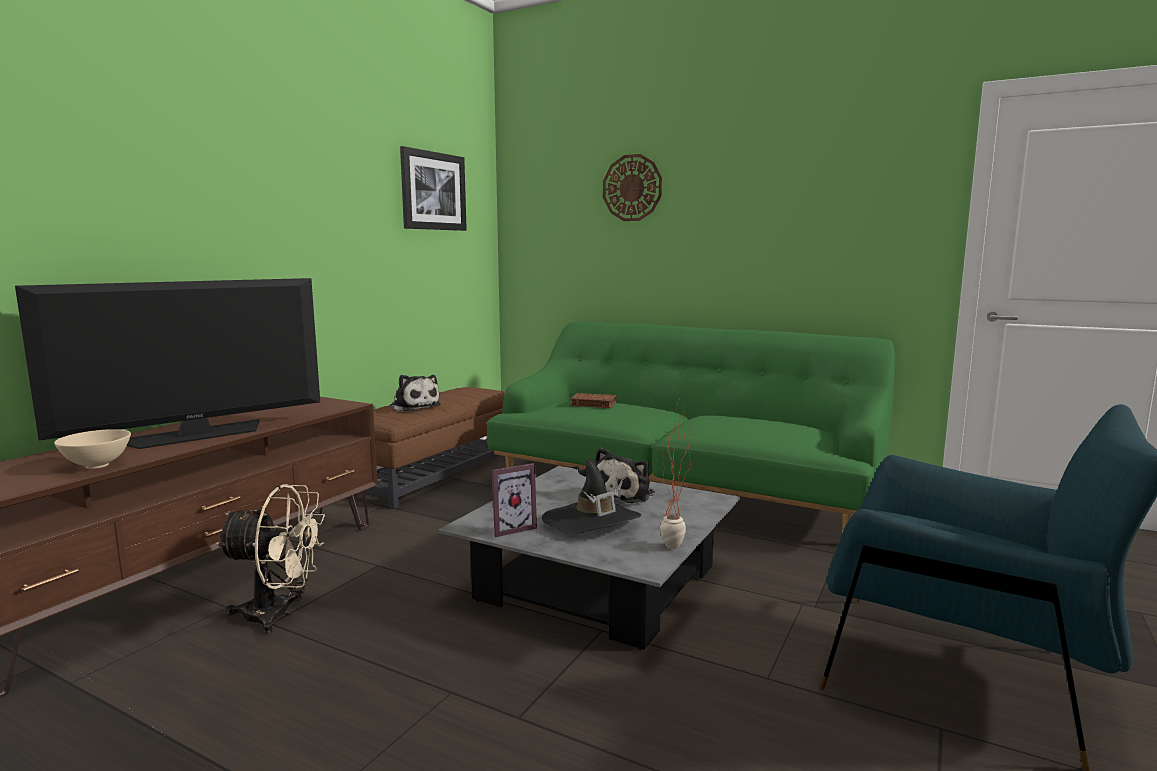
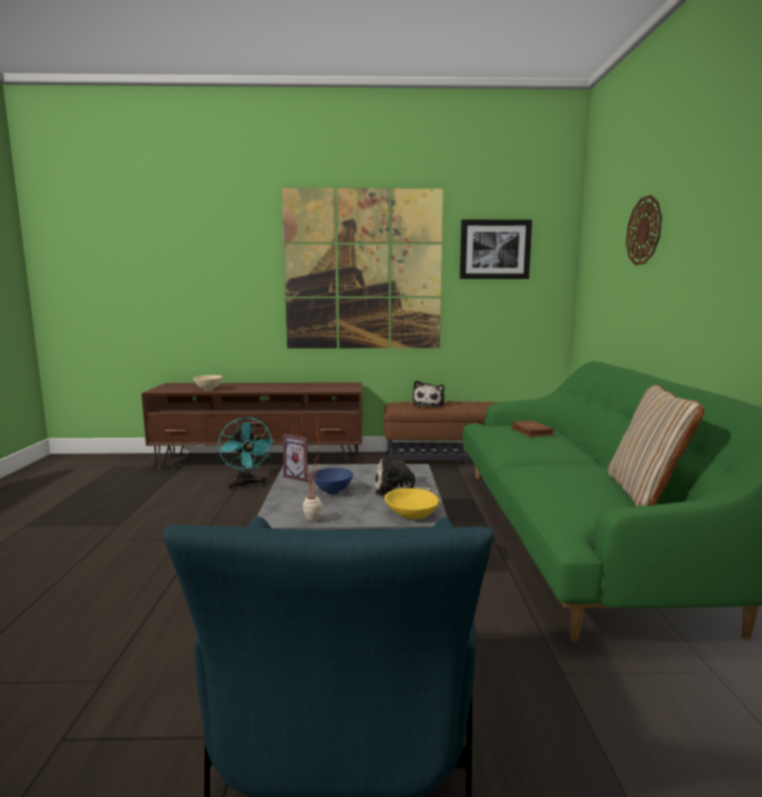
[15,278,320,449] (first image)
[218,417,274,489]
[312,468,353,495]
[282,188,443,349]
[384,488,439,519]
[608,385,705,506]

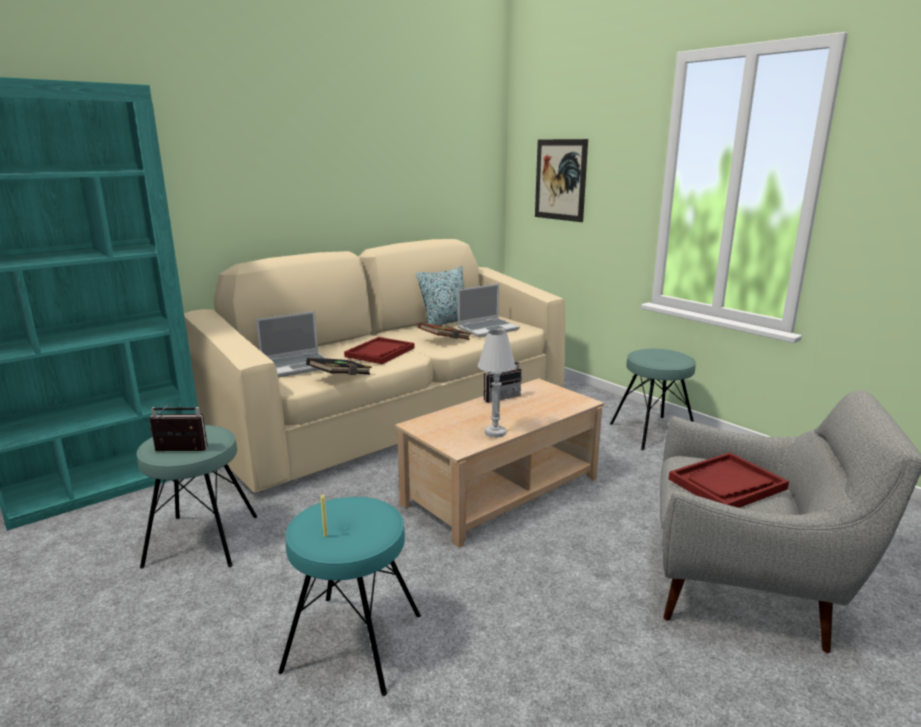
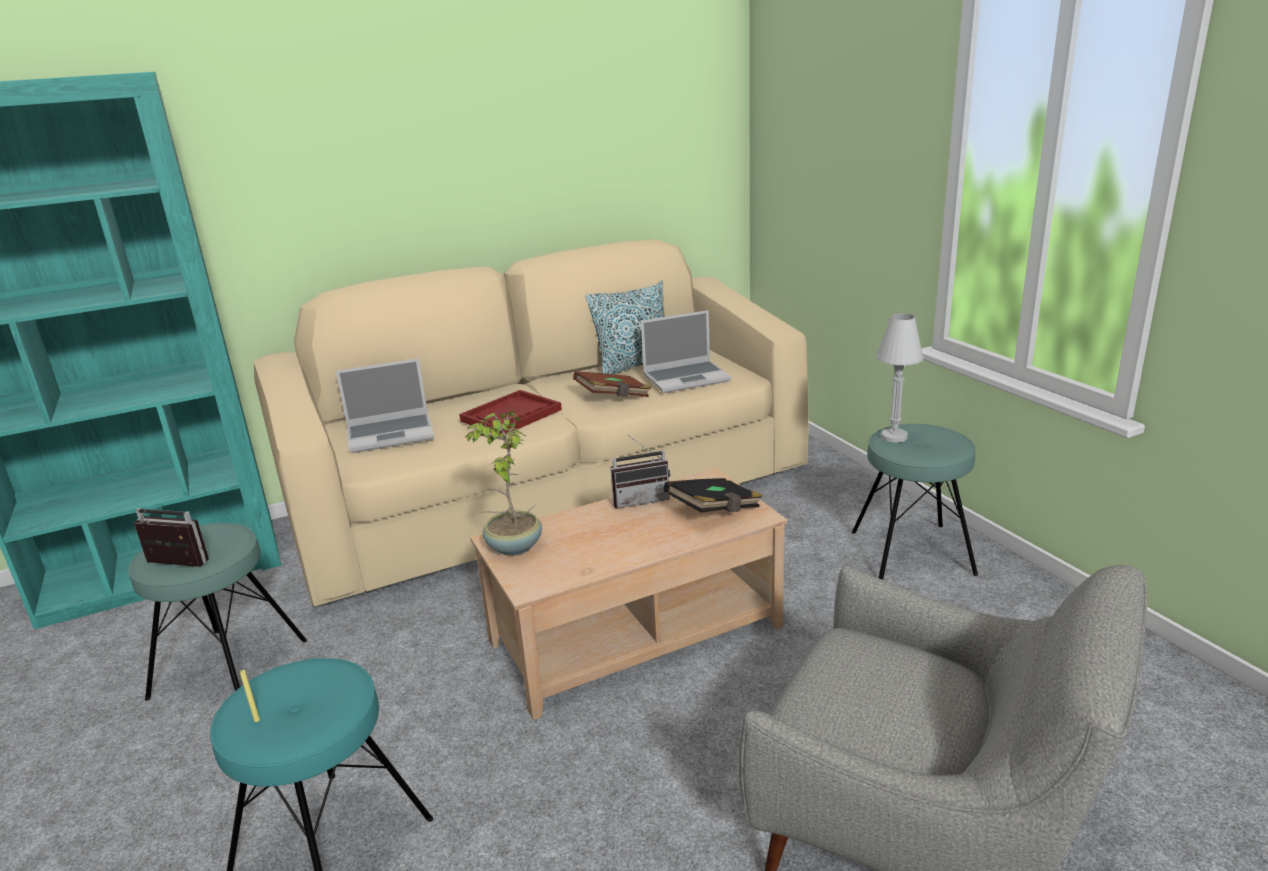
[664,478,763,513]
[876,313,924,443]
[535,139,588,222] (first image)
[669,453,789,508] (first image)
[465,411,542,556]

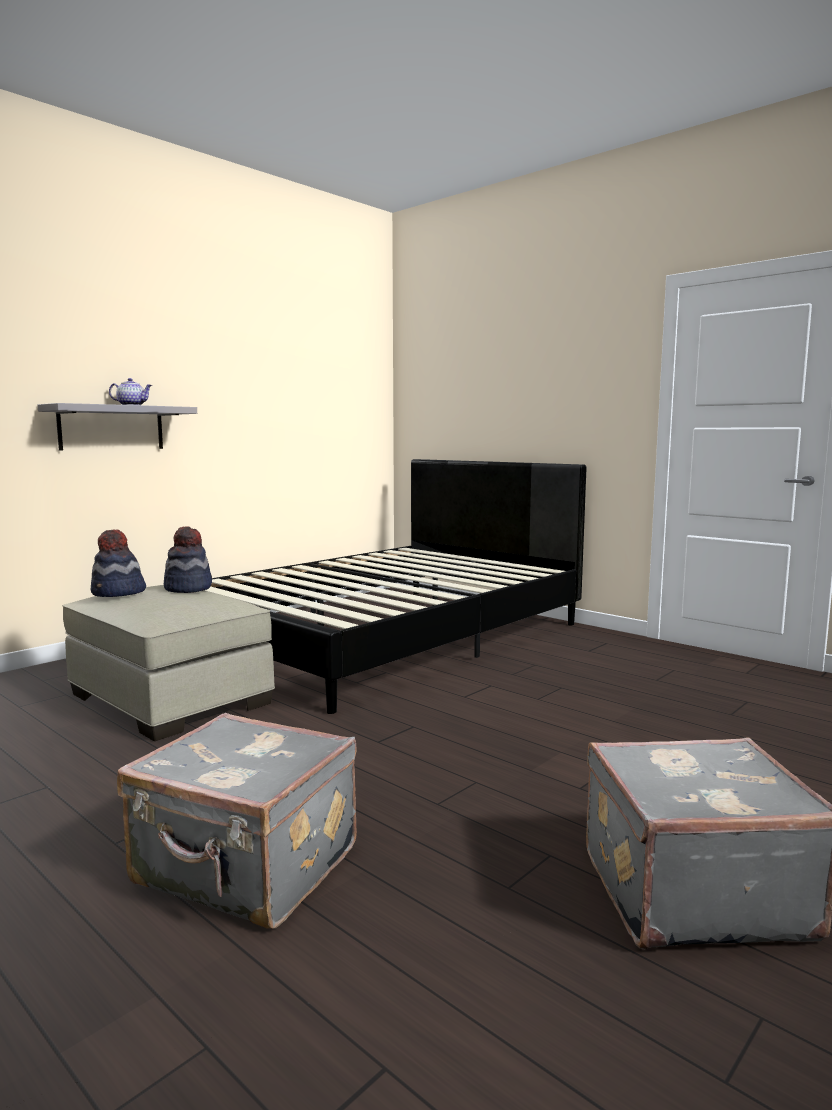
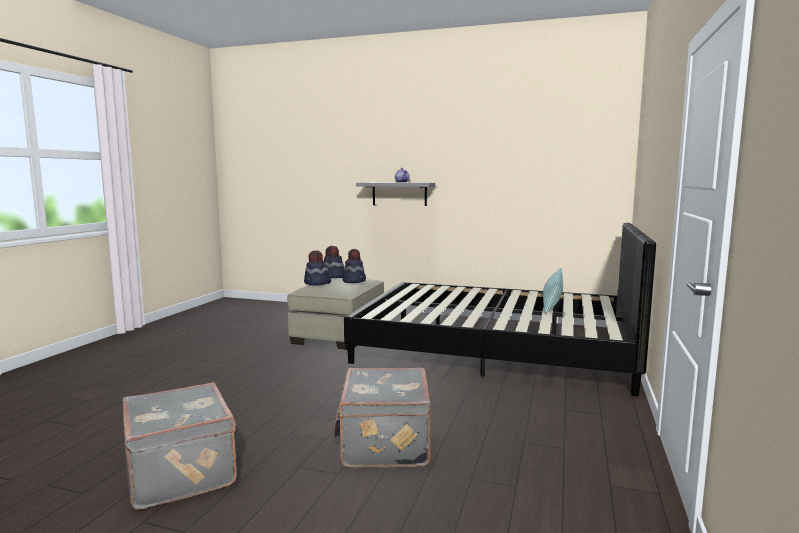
[334,368,431,468]
[304,250,331,285]
[543,268,563,314]

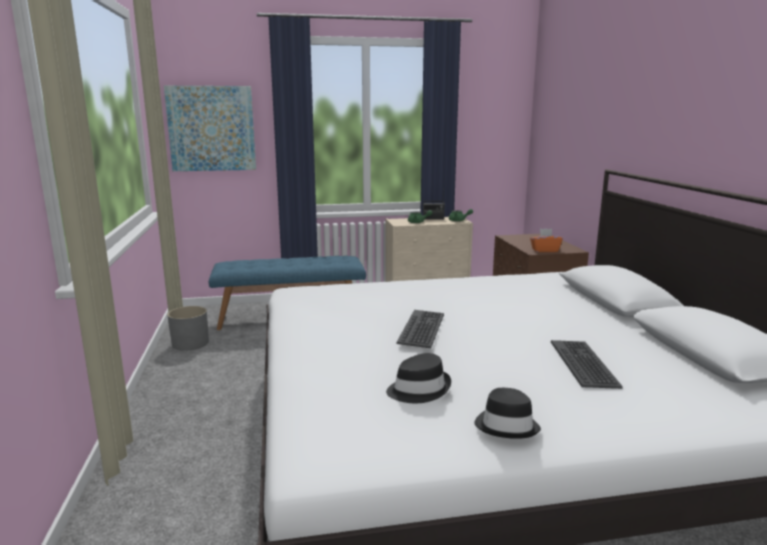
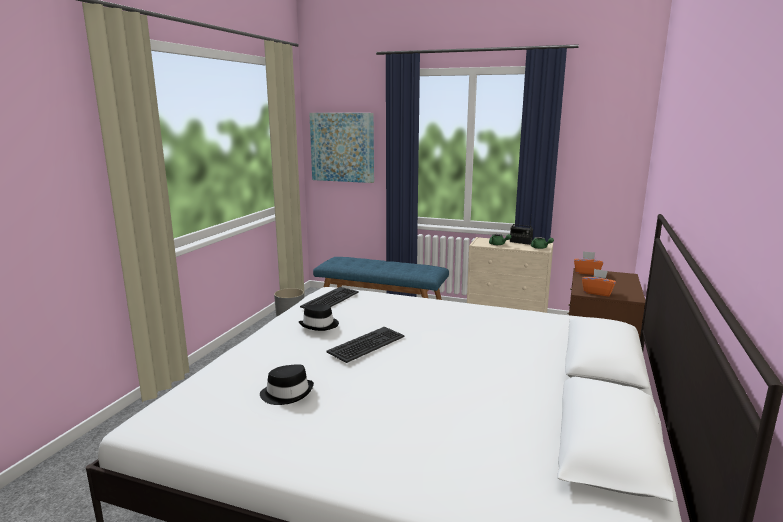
[299,304,339,331]
[300,287,359,308]
[574,251,603,275]

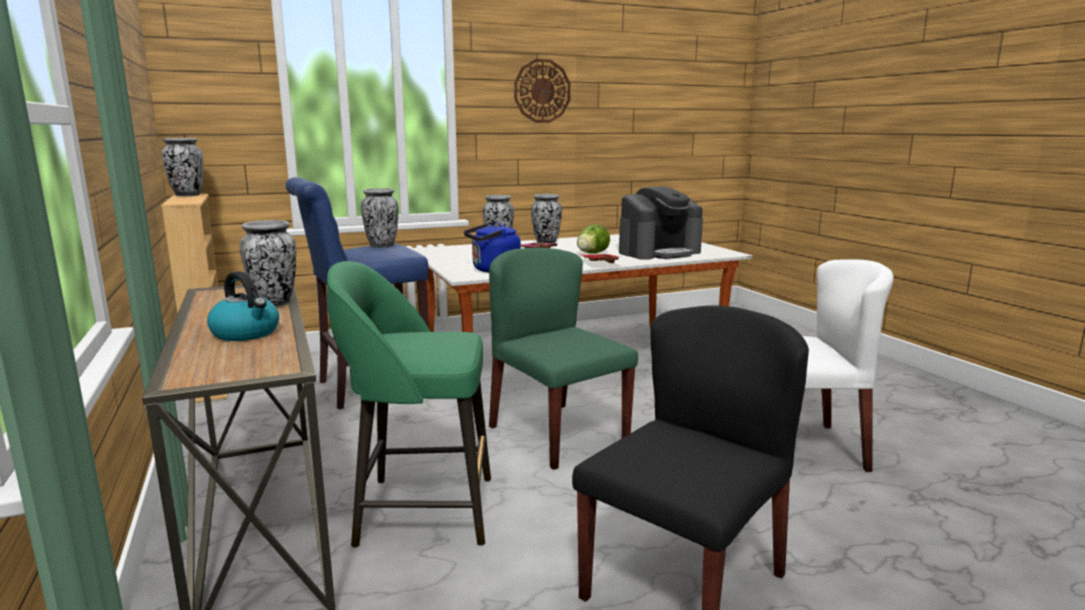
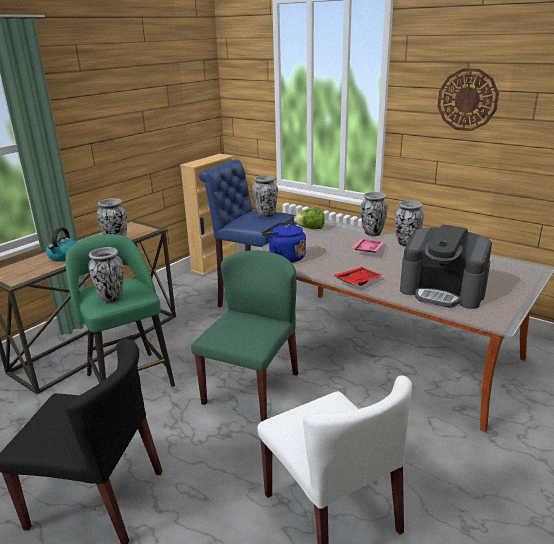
[88,247,123,303]
[294,207,325,229]

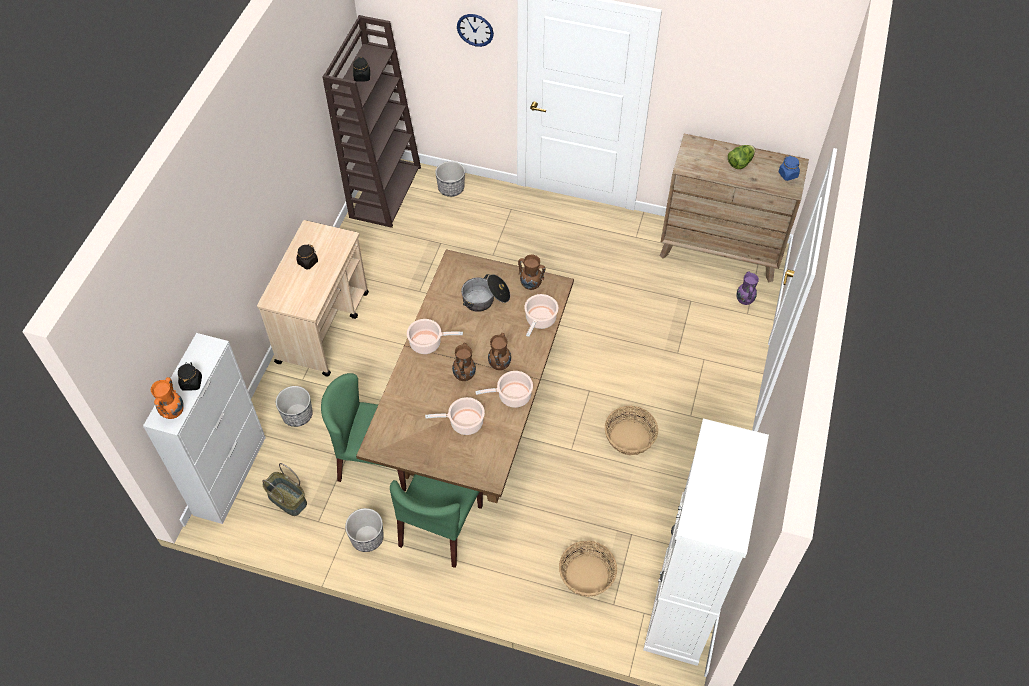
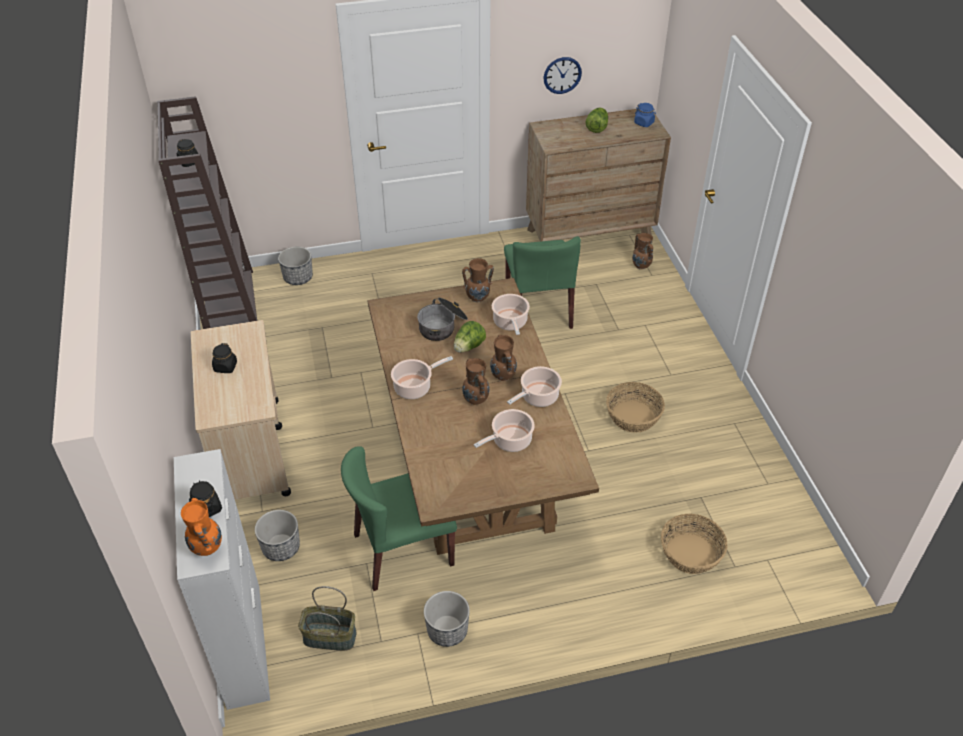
[504,236,581,329]
[543,57,582,94]
[643,418,769,666] (first image)
[632,233,653,270]
[454,321,486,353]

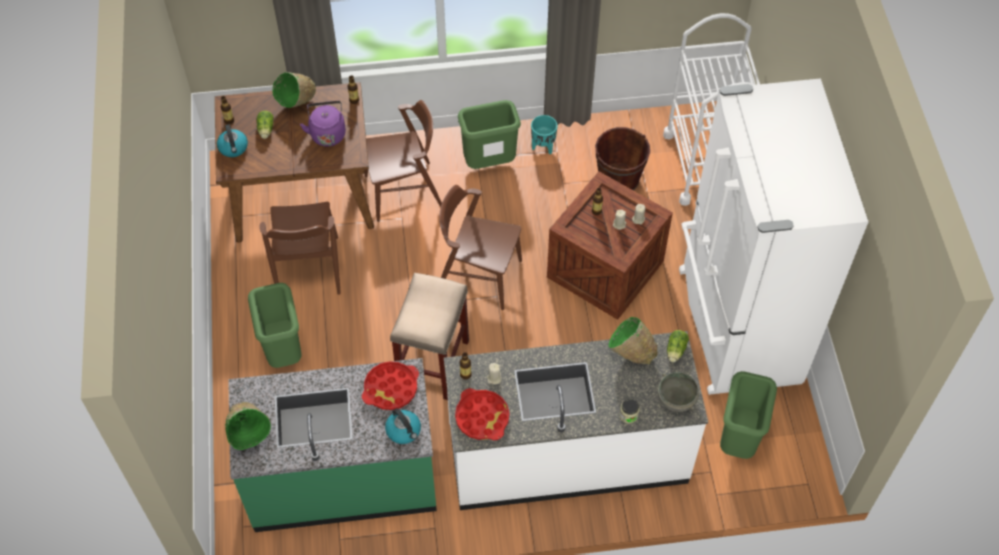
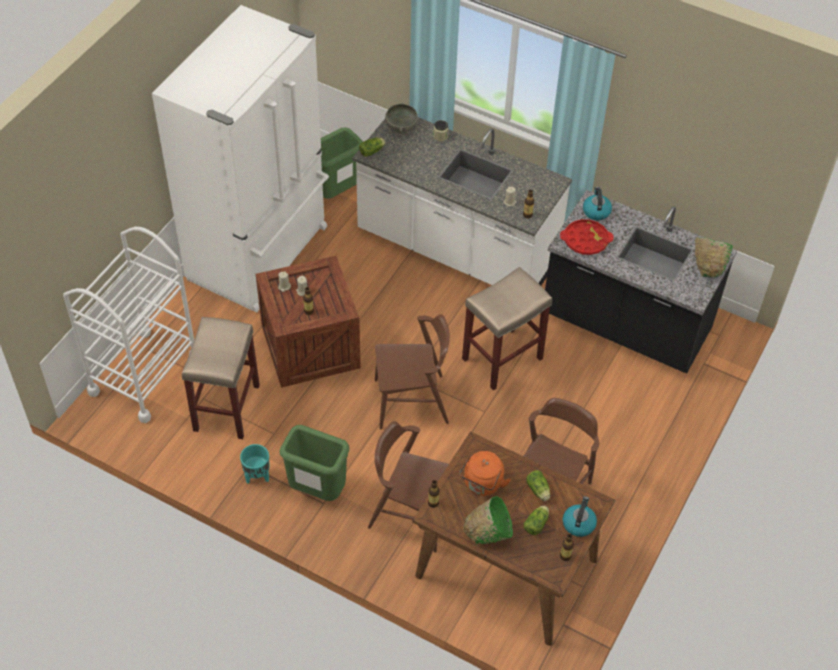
[545,190,737,373]
[248,283,301,368] (first image)
[459,451,511,496]
[375,314,450,429]
[455,388,509,440] (first image)
[182,317,260,439]
[608,317,658,364] (first image)
[526,470,550,501]

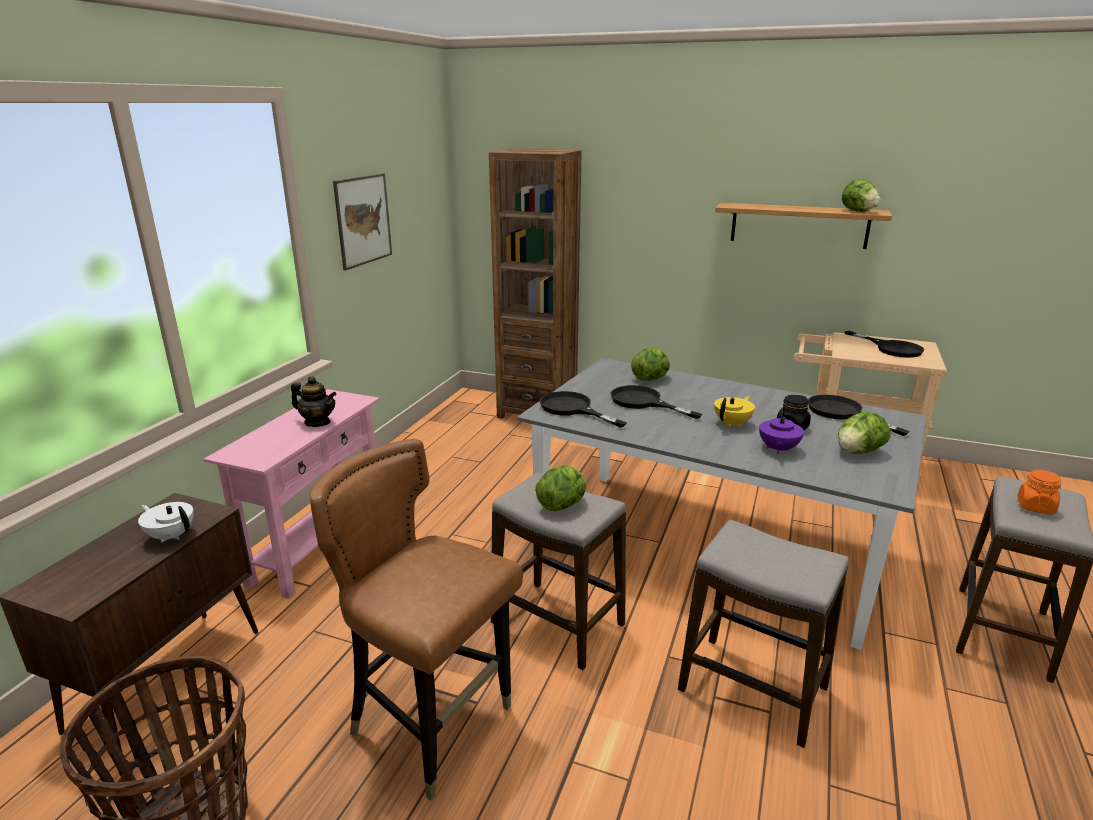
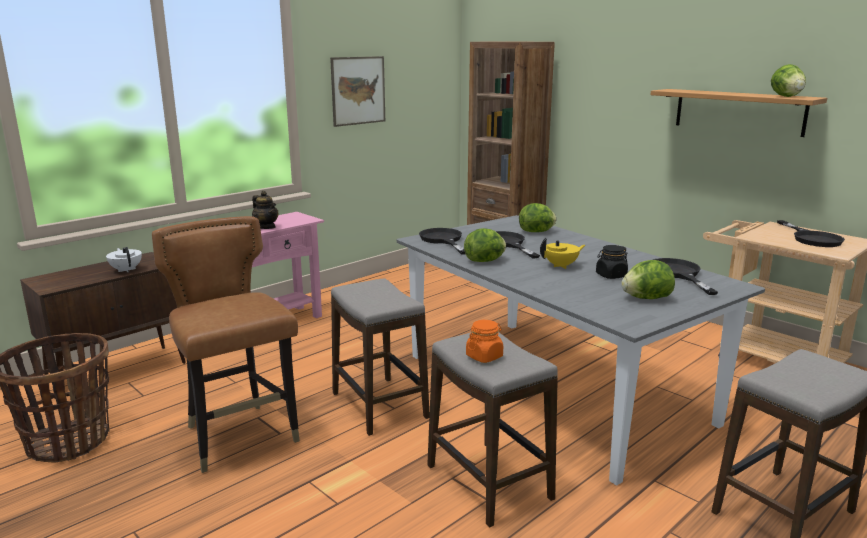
[464,228,506,262]
[759,406,804,454] (first image)
[466,320,503,363]

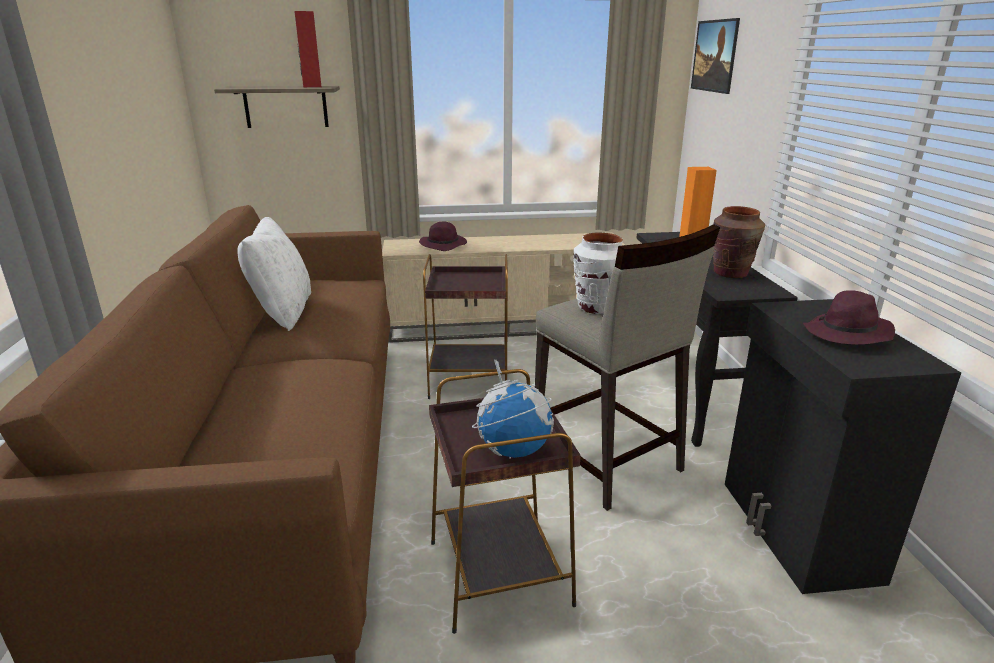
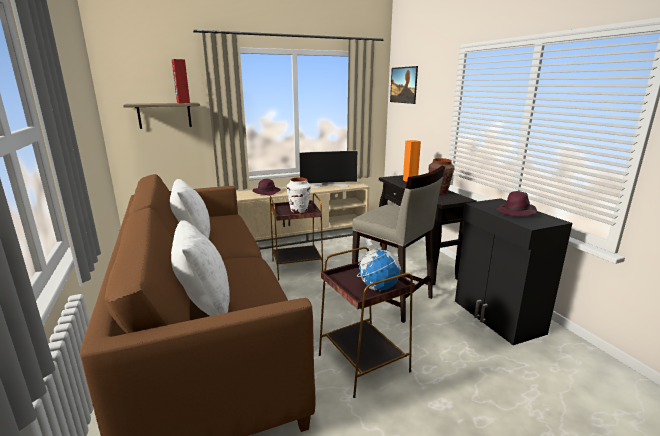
[287,177,311,213]
[171,220,230,316]
[299,151,358,189]

